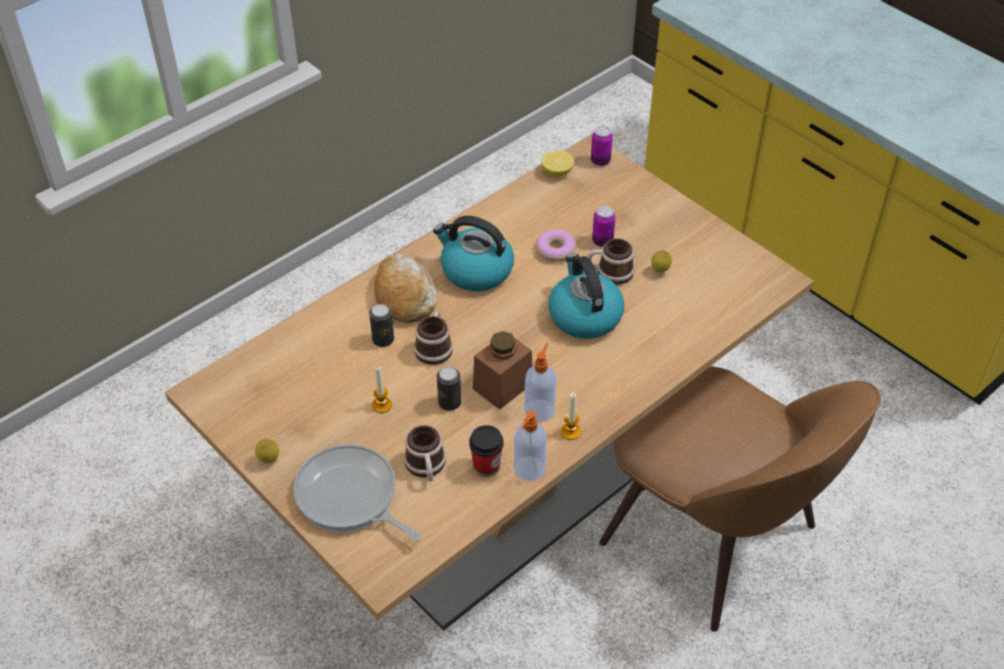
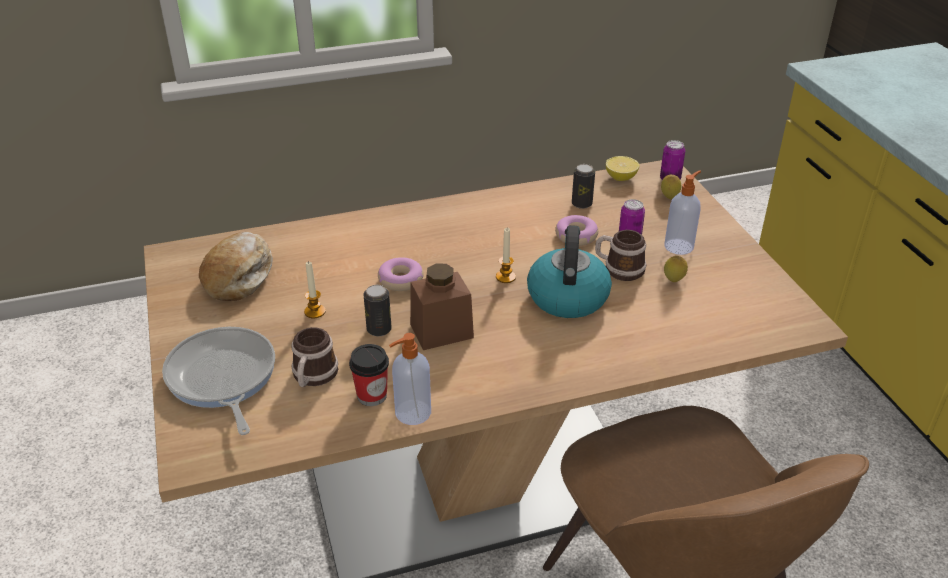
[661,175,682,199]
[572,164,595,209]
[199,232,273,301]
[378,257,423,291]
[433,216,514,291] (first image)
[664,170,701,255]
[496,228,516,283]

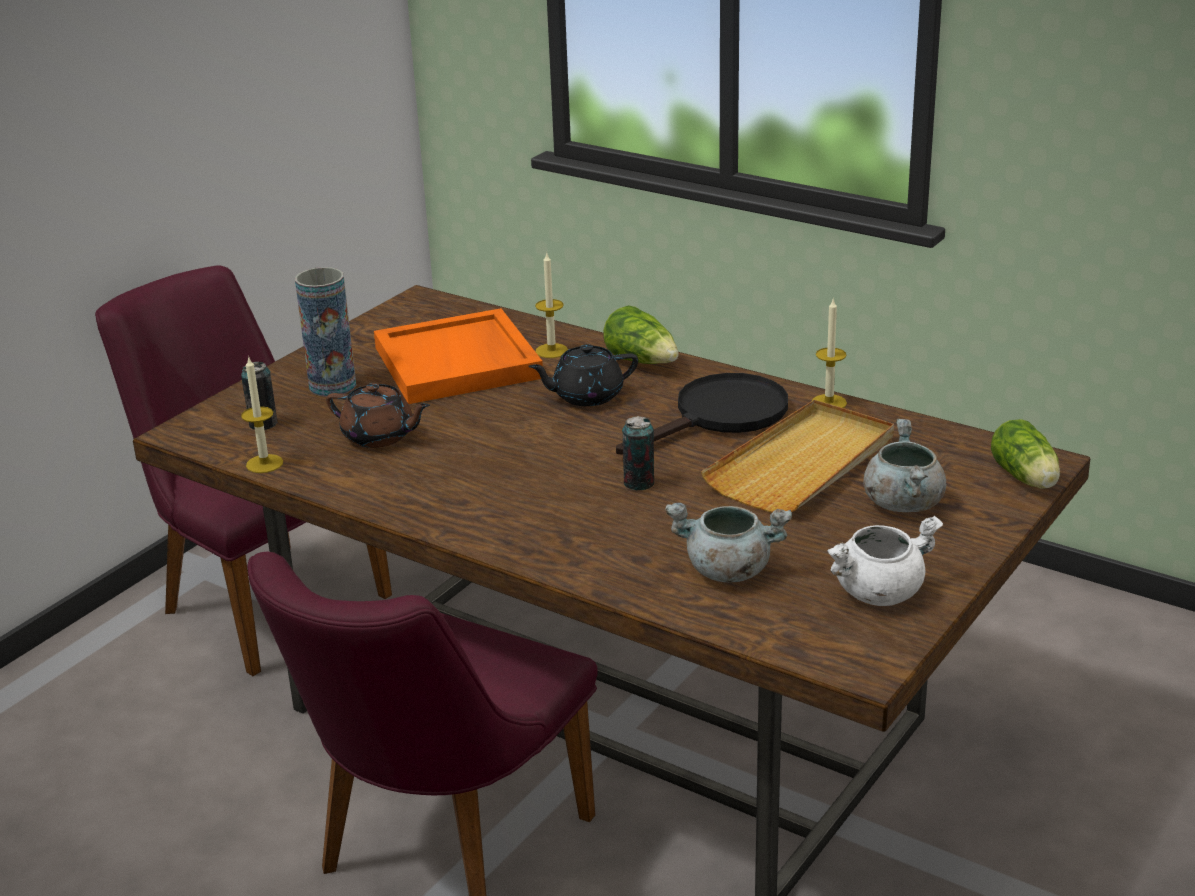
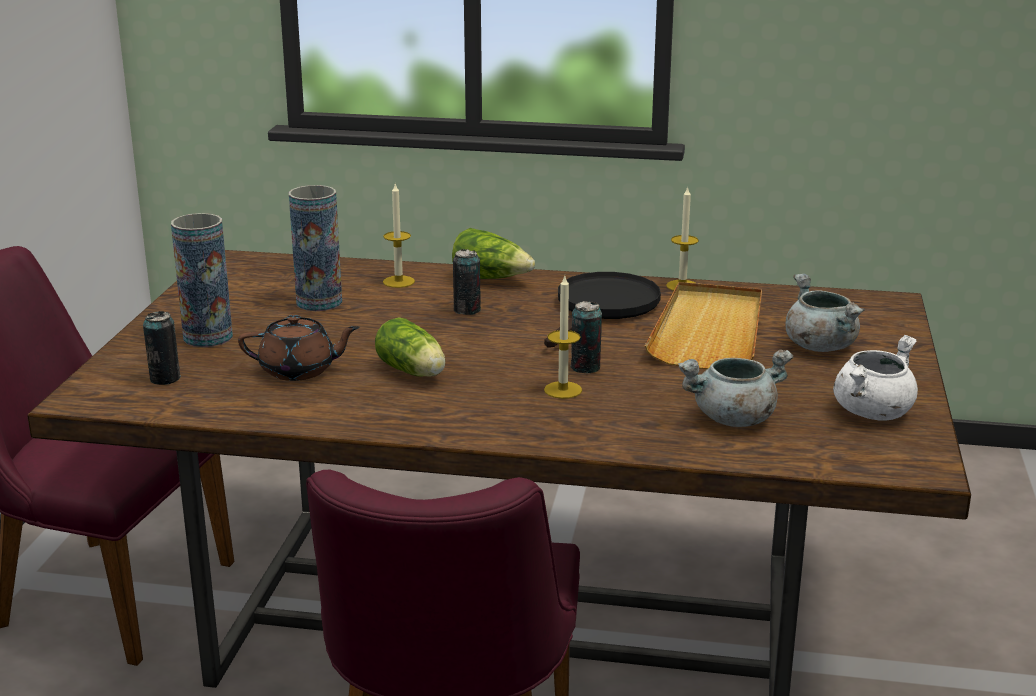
[544,276,582,399]
[289,185,342,311]
[453,249,481,315]
[375,317,446,377]

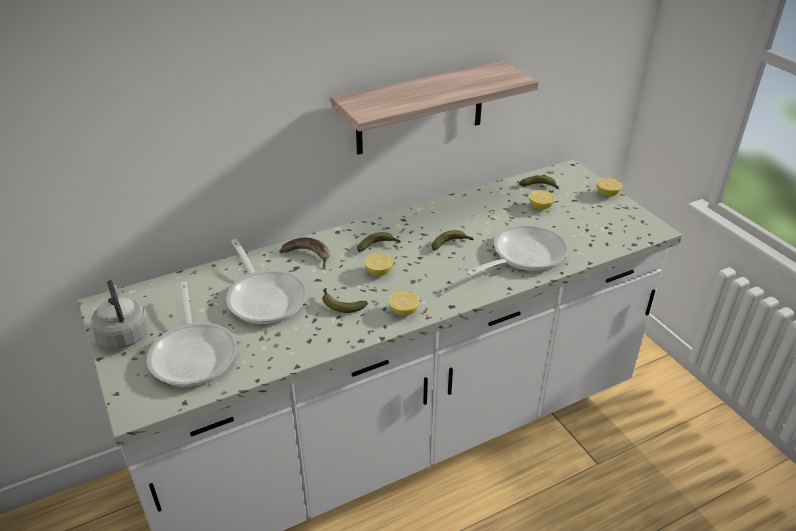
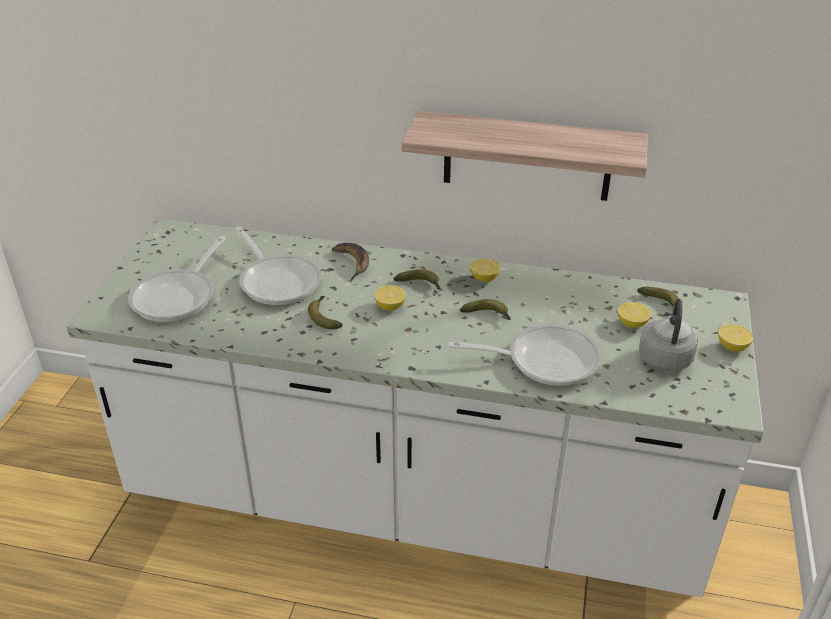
[639,299,698,371]
[235,227,321,306]
[470,258,500,282]

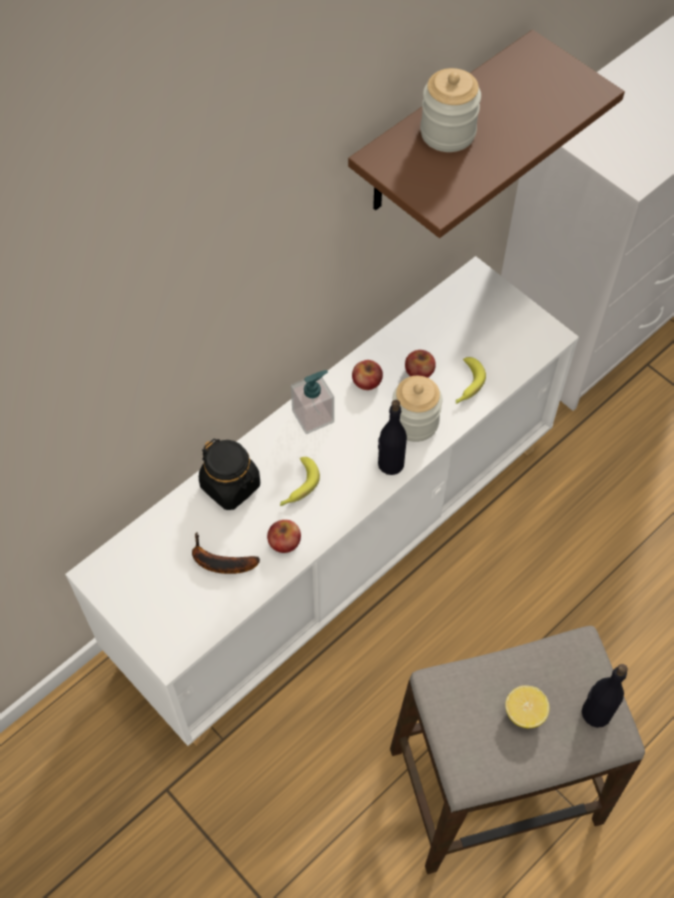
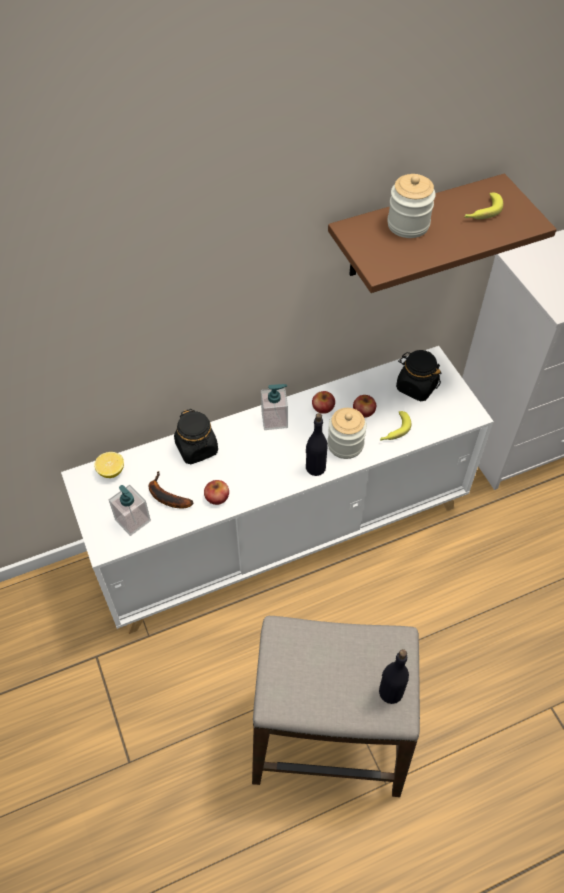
[464,192,503,219]
[95,452,124,478]
[109,485,151,536]
[396,350,441,401]

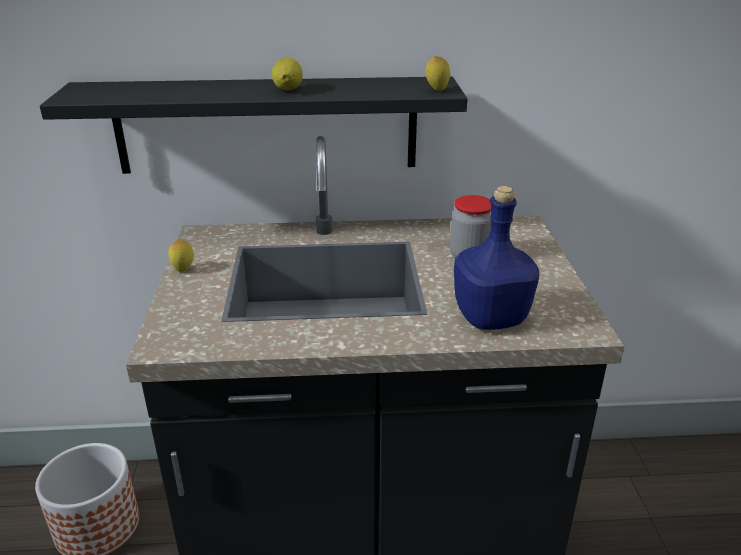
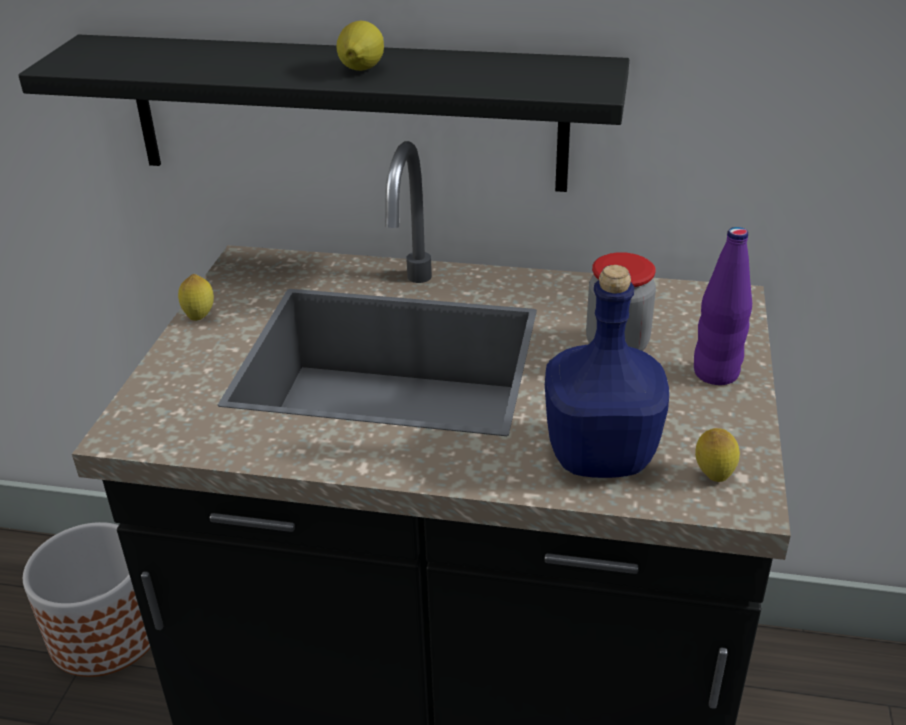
[695,428,740,482]
[694,227,752,385]

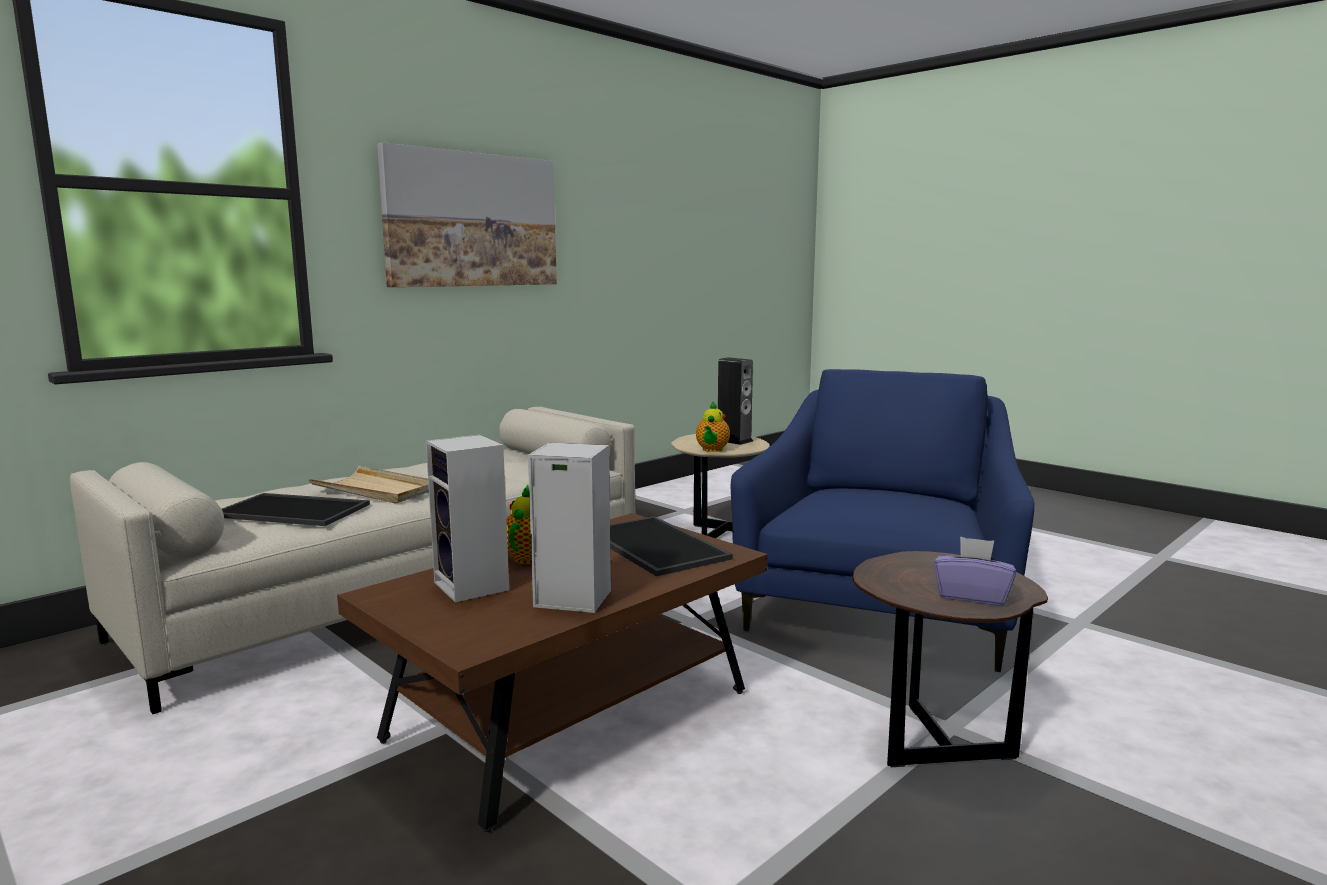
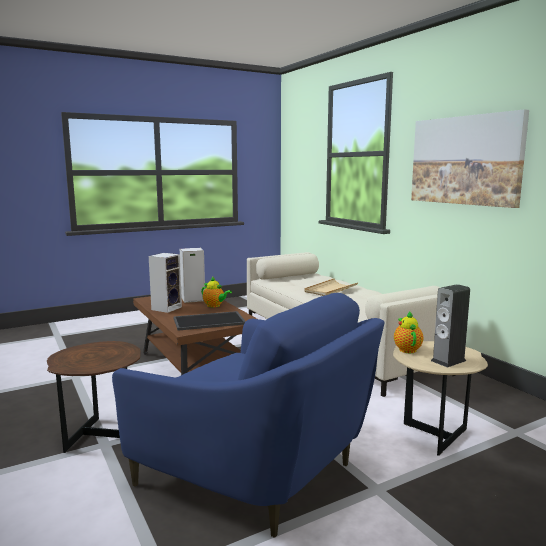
[222,493,370,526] (first image)
[394,311,423,353]
[934,537,1016,606] (first image)

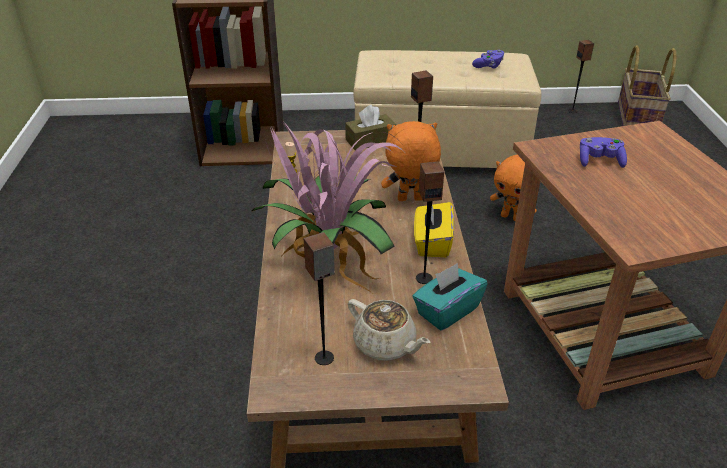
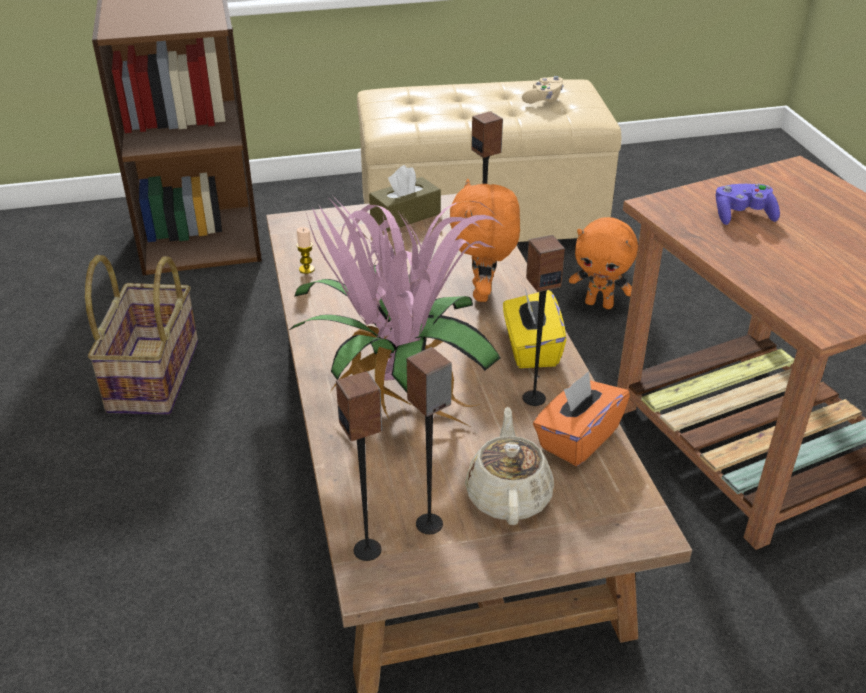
[465,407,554,525]
[450,179,520,302]
[533,371,630,466]
[522,76,564,103]
[336,371,382,561]
[85,255,198,415]

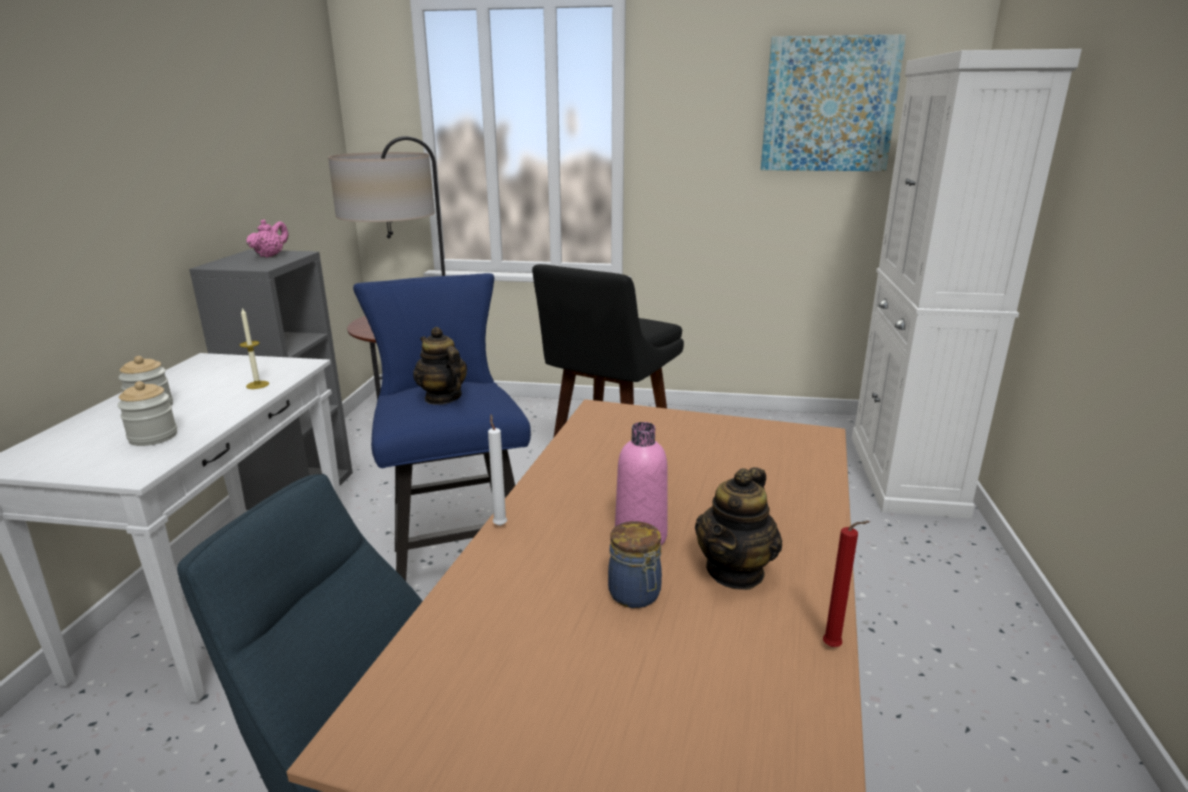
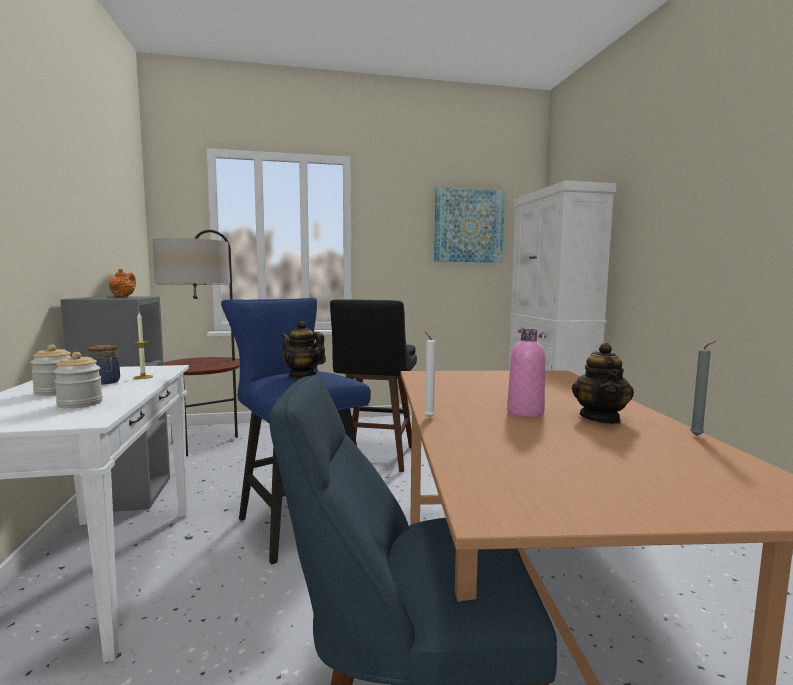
[108,269,136,297]
[88,345,120,385]
[690,341,716,436]

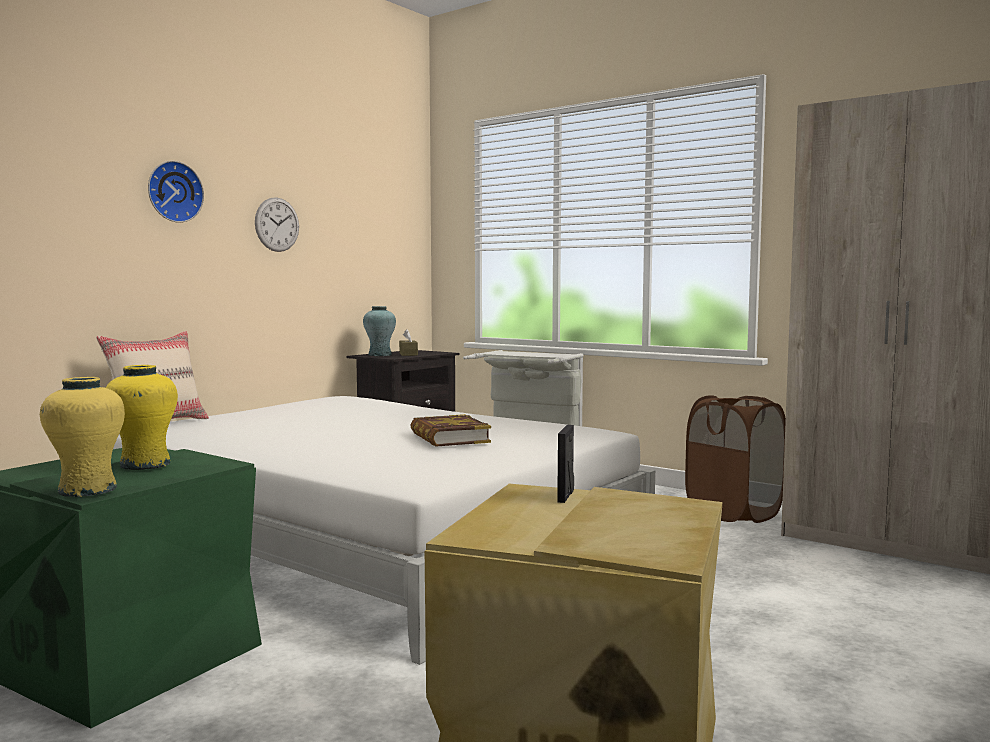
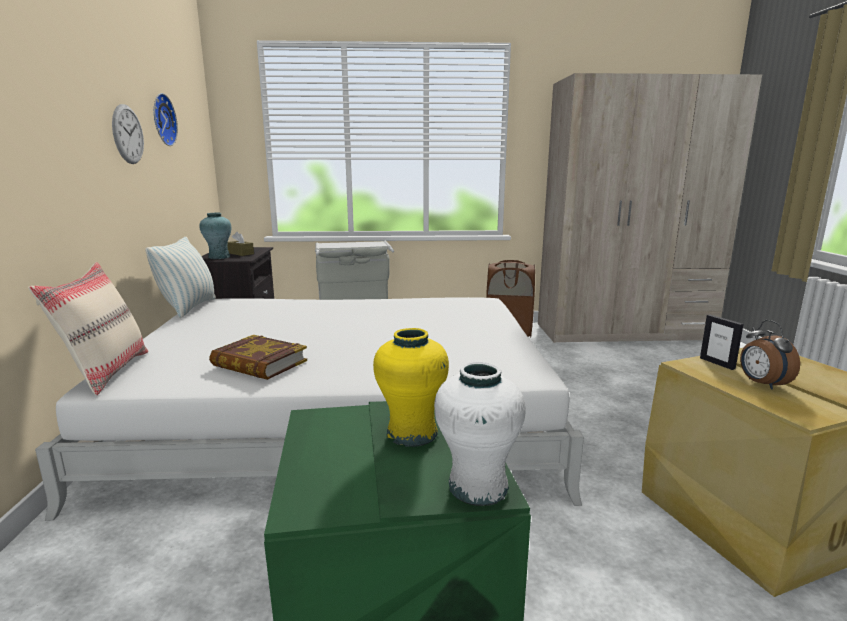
[434,362,526,506]
[154,93,178,146]
[209,335,307,380]
[146,237,216,318]
[740,320,800,390]

